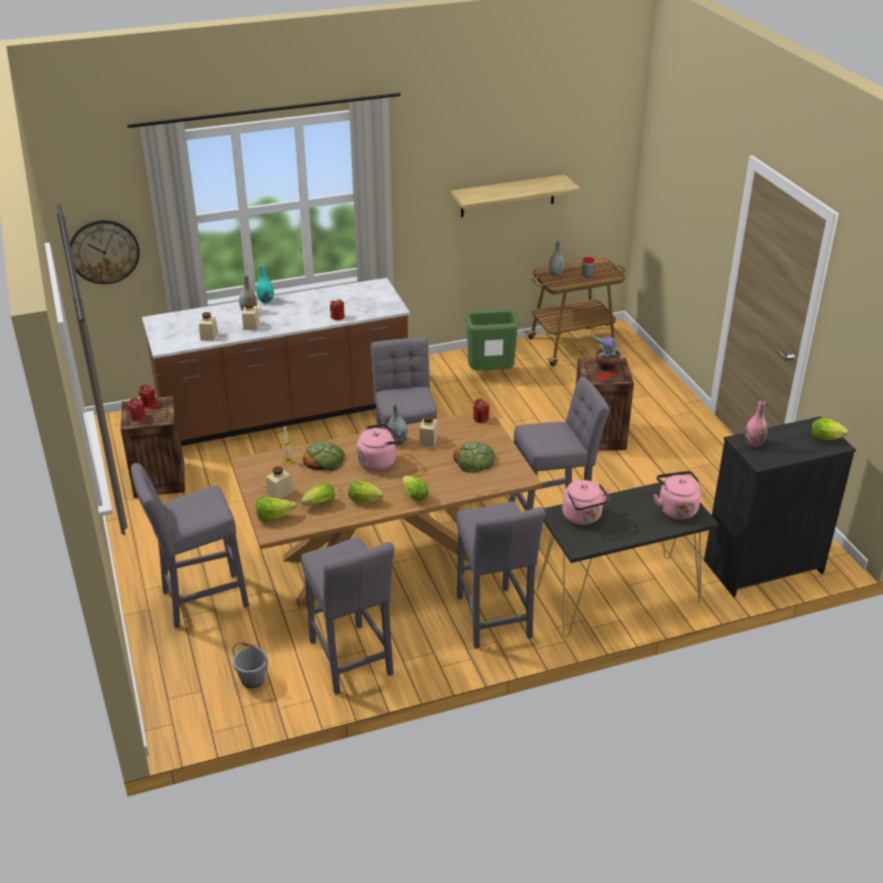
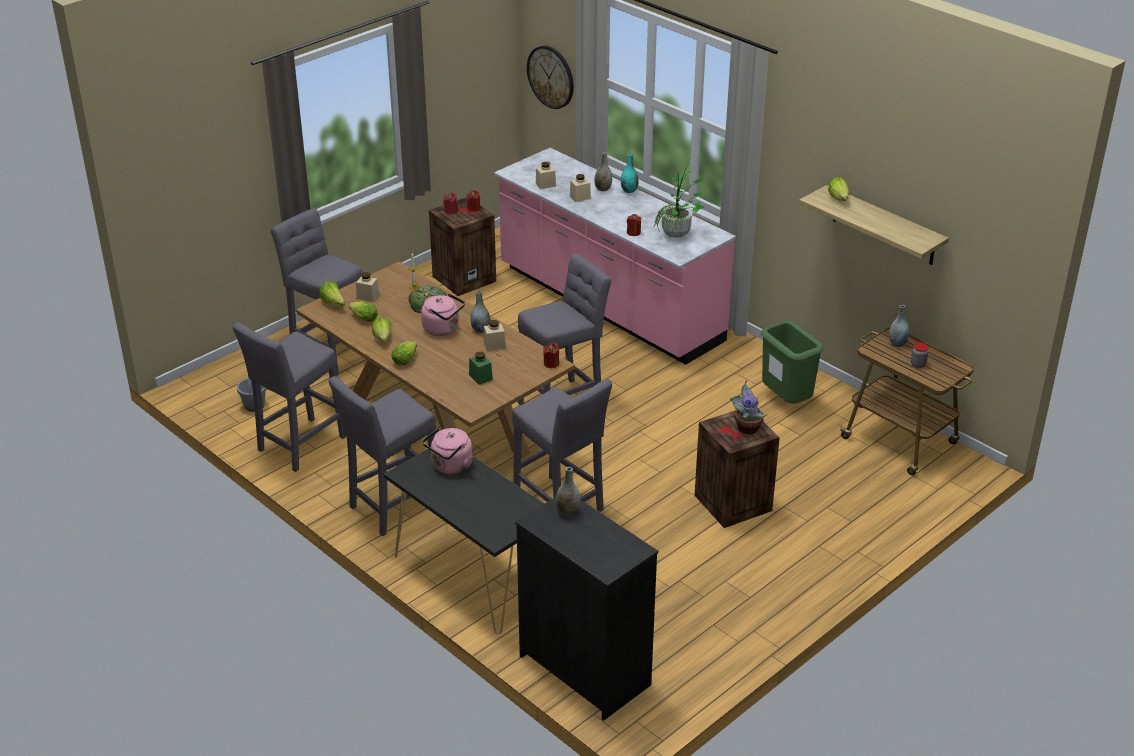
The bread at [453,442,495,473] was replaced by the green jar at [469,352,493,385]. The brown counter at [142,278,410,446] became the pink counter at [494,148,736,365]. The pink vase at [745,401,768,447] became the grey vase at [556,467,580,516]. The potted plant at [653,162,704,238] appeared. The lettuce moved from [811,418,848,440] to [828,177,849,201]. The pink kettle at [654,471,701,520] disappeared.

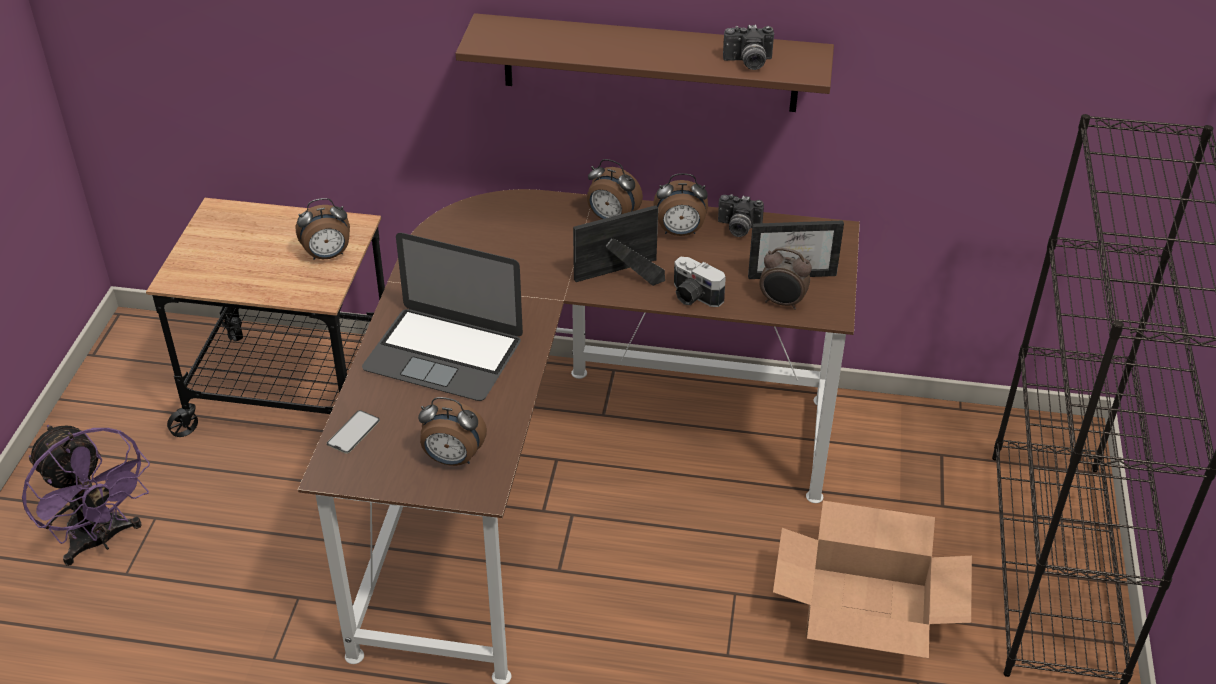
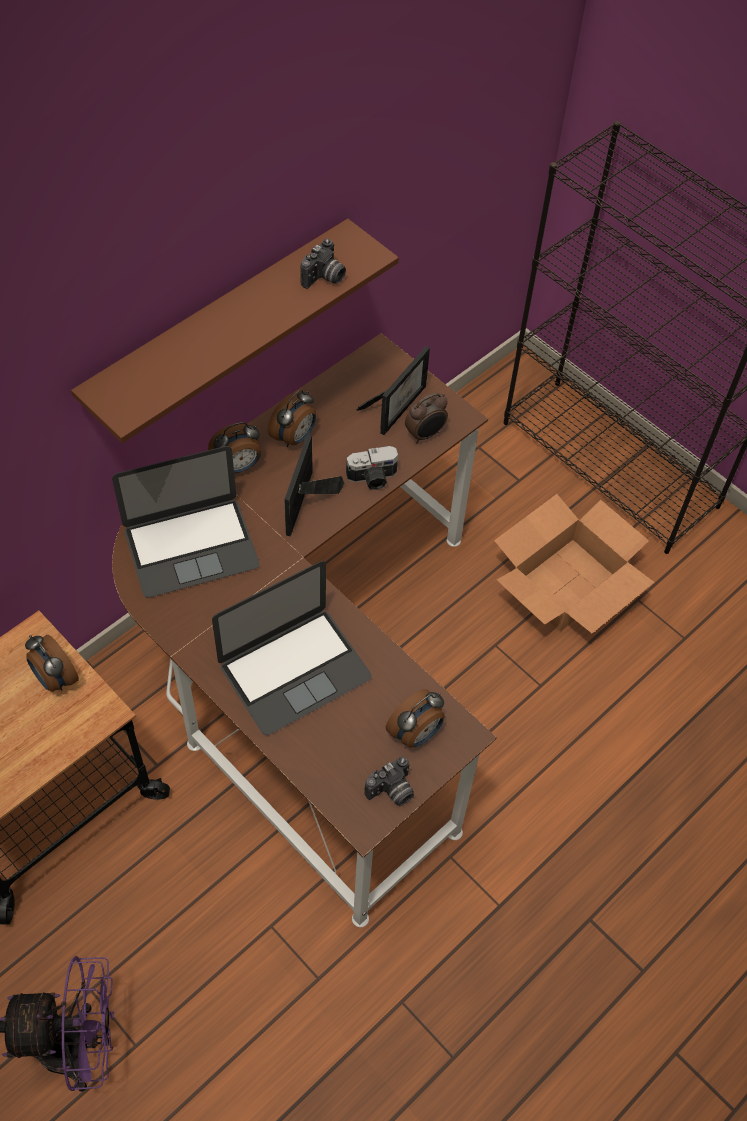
The alarm clock at [296,198,350,260] turned 120 degrees clockwise. The laptop at [112,446,260,598] appeared. The photo camera moved from [718,194,764,237] to [364,756,414,806]. The phone at [327,410,380,454] disappeared.

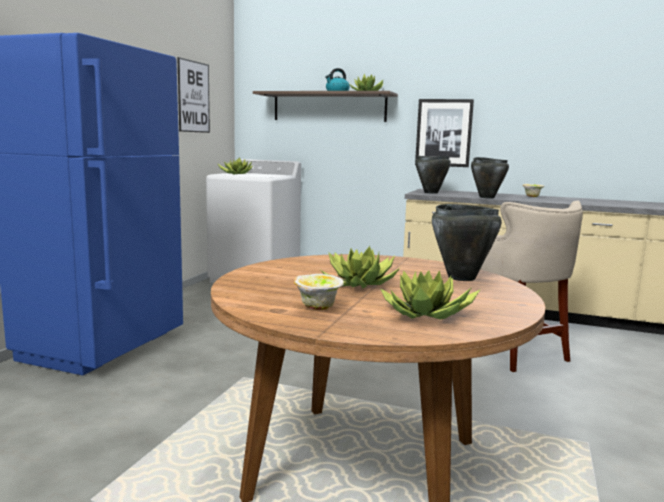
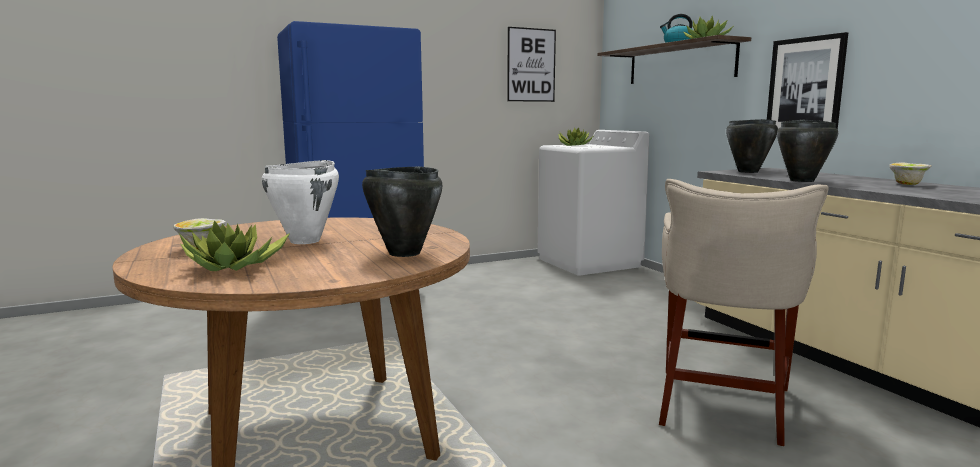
The potted plant at [321,246,400,289] was replaced by the white cooking pot at [262,160,339,244].

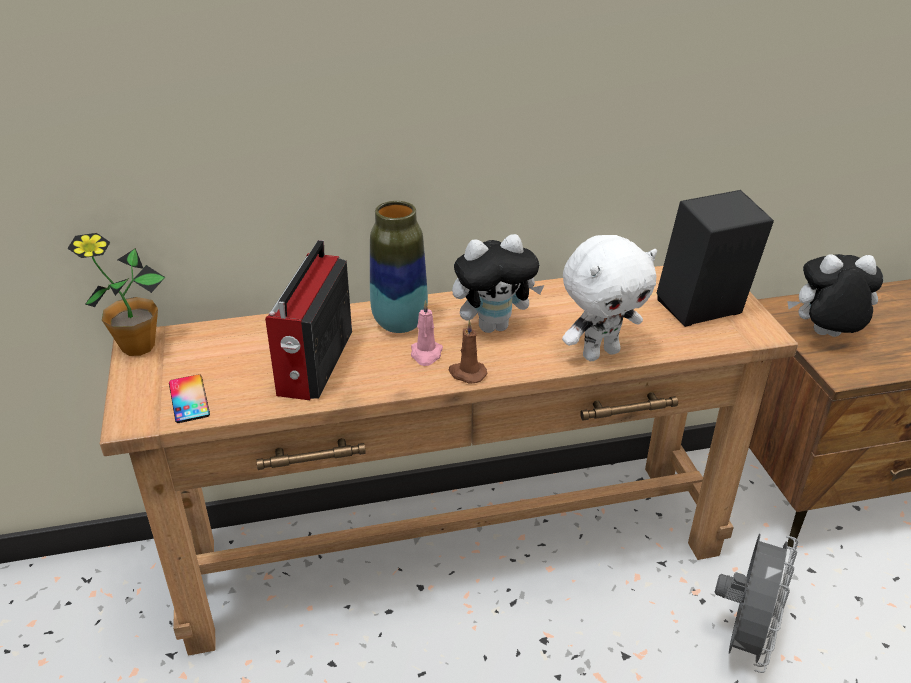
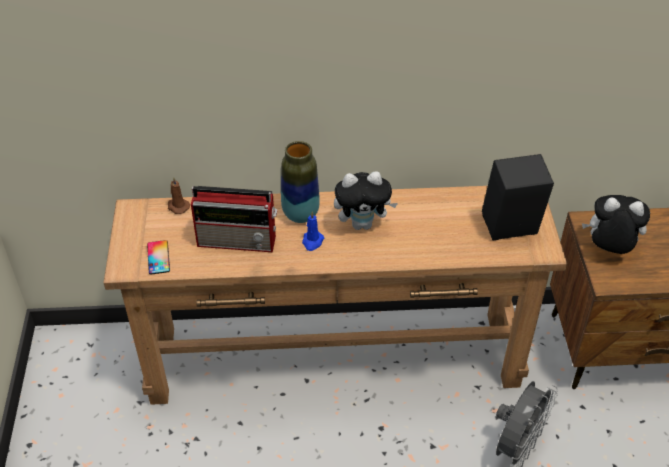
The brown candle moved from [449,320,488,384] to [168,177,190,214]. The radio at [265,240,352,400] turned 105 degrees counterclockwise. The pink candle at [411,300,443,366] became the blue candle at [302,211,324,251]. The potted plant at [67,233,165,356] disappeared. The white plush toy at [562,235,657,361] disappeared.

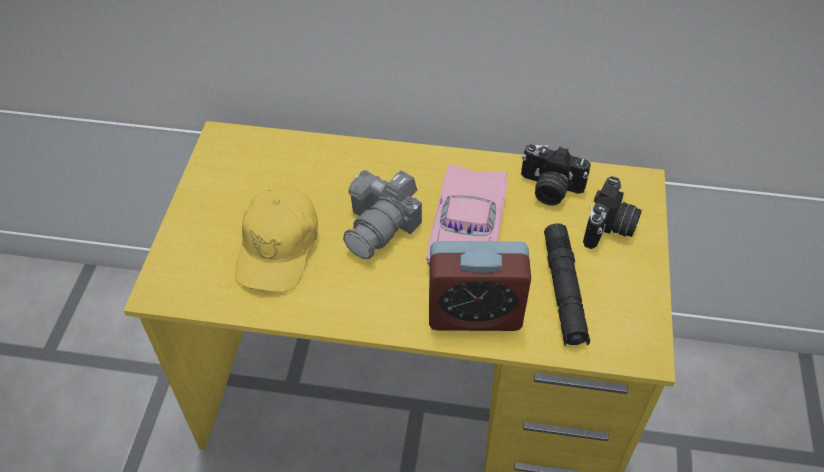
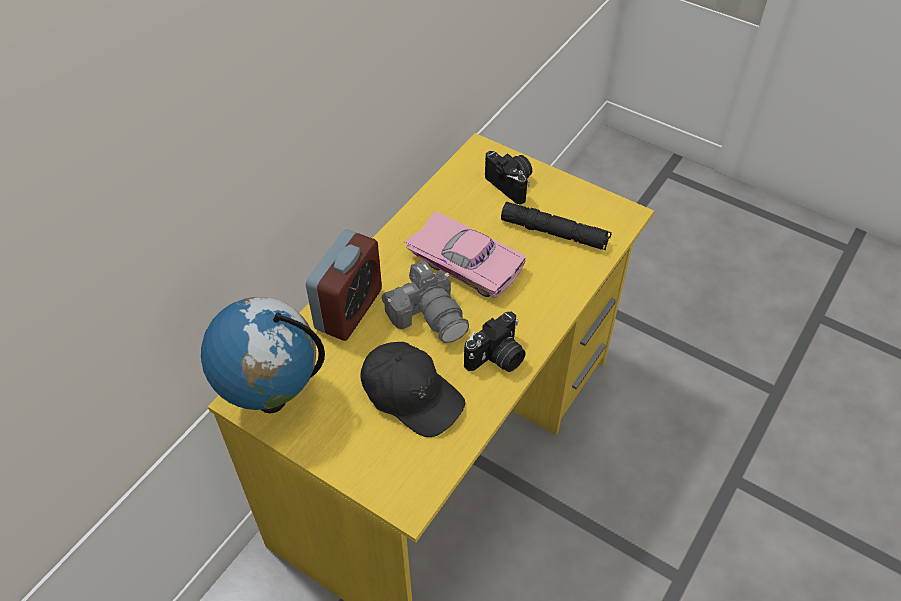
The globe at [201,297,325,414] appeared. The alarm clock moved from [429,241,531,331] to [306,229,382,341]. The yellow cap at [235,187,318,292] became the black cap at [360,342,465,437]. The photo camera moved from [521,144,591,206] to [464,312,526,372].

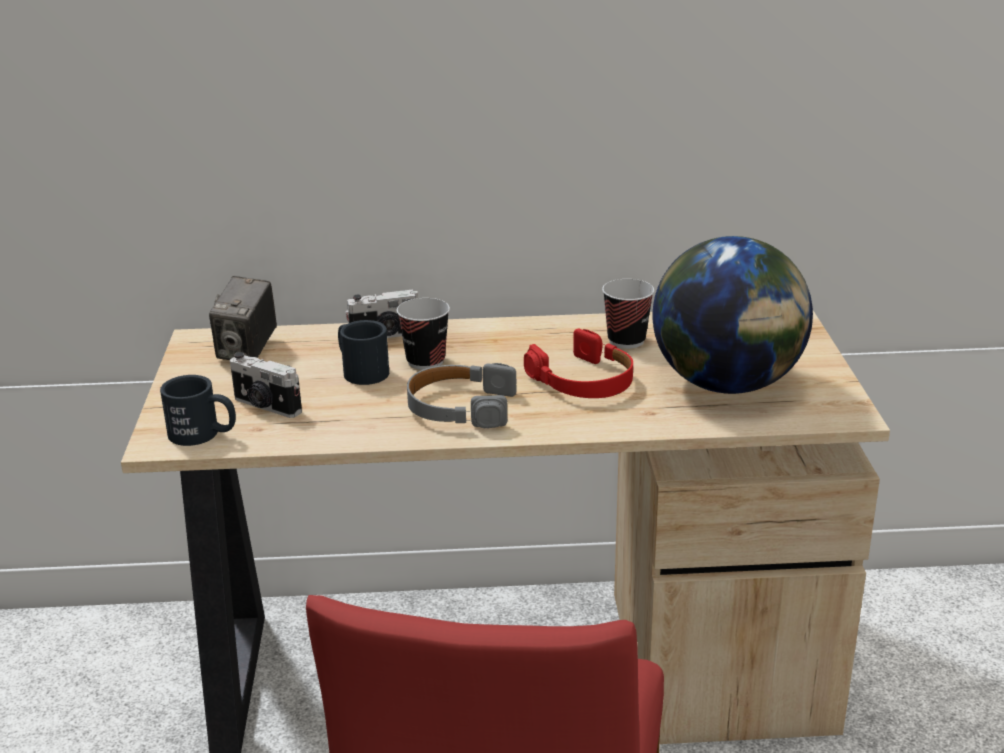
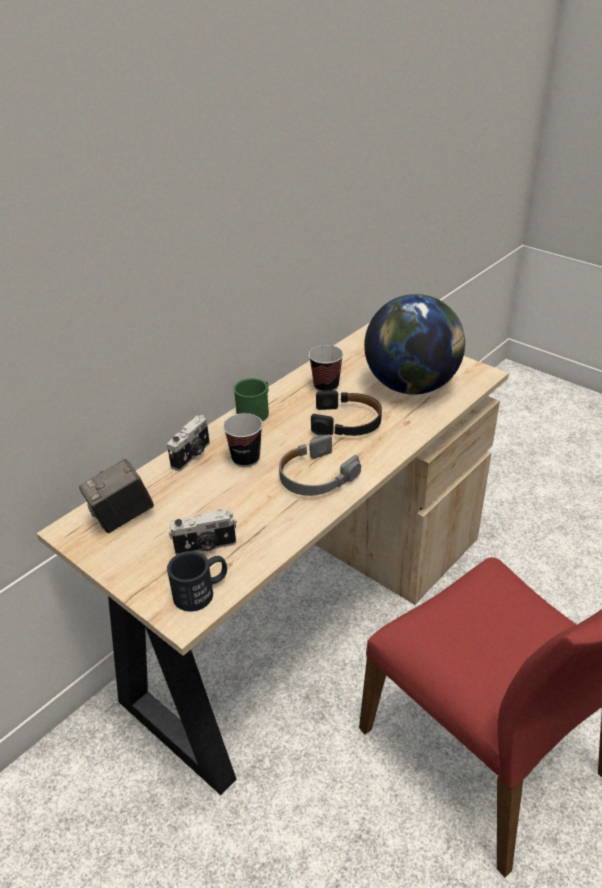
The photo camera at [209,276,277,360] turned 90 degrees clockwise. The green mug at [233,378,269,421] appeared. The red headphones at [524,329,633,398] became the black headphones at [311,390,382,436]. The black mug at [338,320,389,385] disappeared.

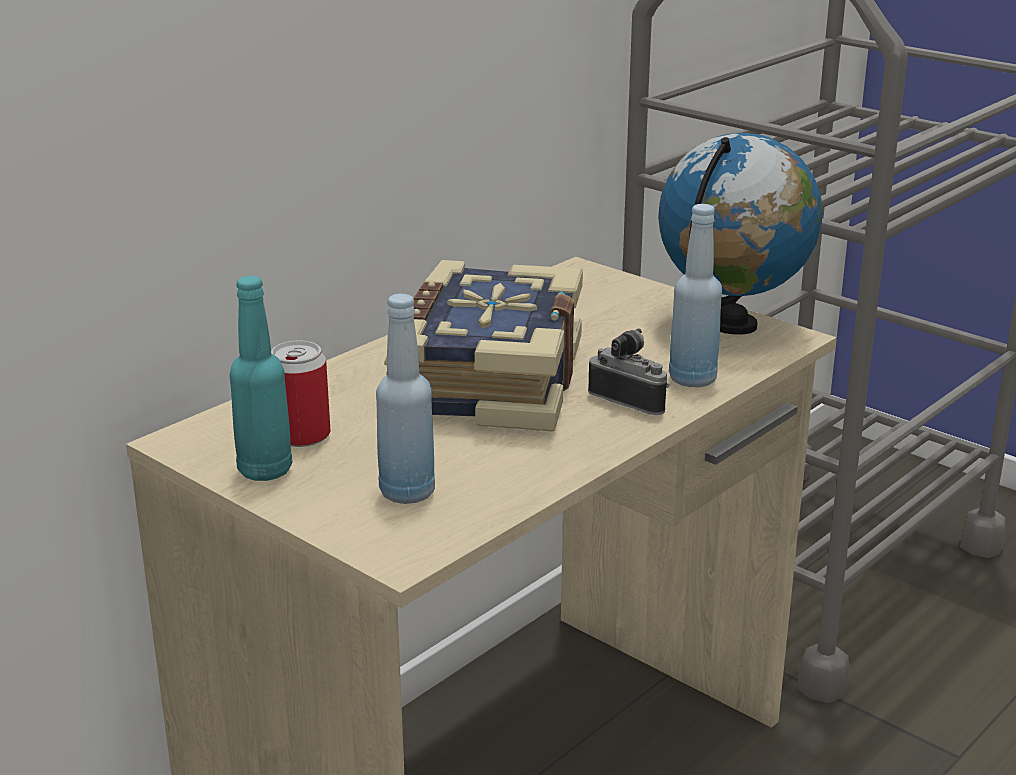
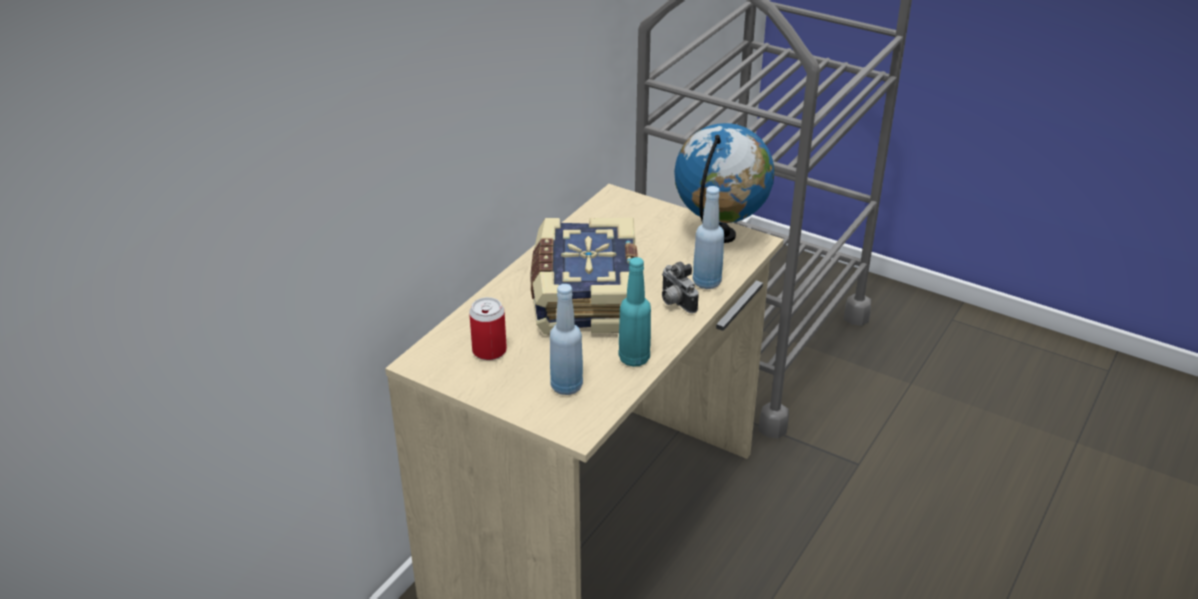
The turquoise bottle moved from [230,276,292,481] to [619,257,651,367]. The photo camera at [588,328,669,415] turned 150 degrees counterclockwise.

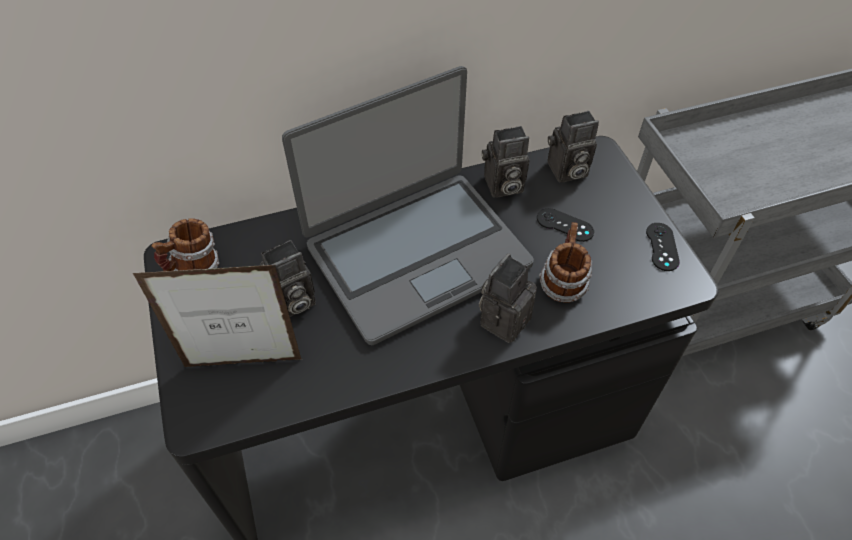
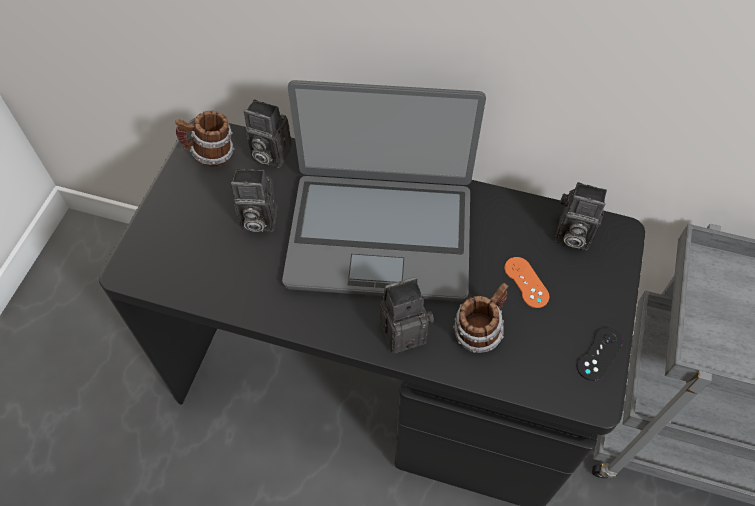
The photo camera moved from [482,126,529,198] to [244,99,292,168]. The black game controller at [537,208,594,242] became the orange game controller at [504,257,549,308]. The picture frame at [133,265,302,367] disappeared.

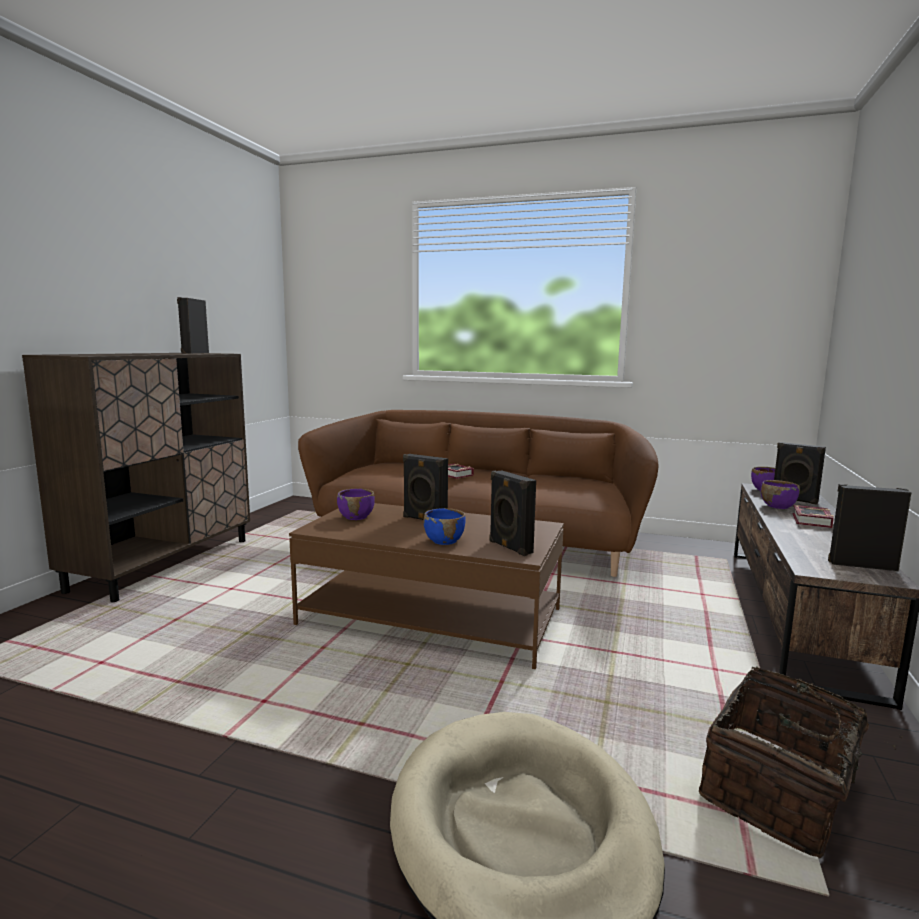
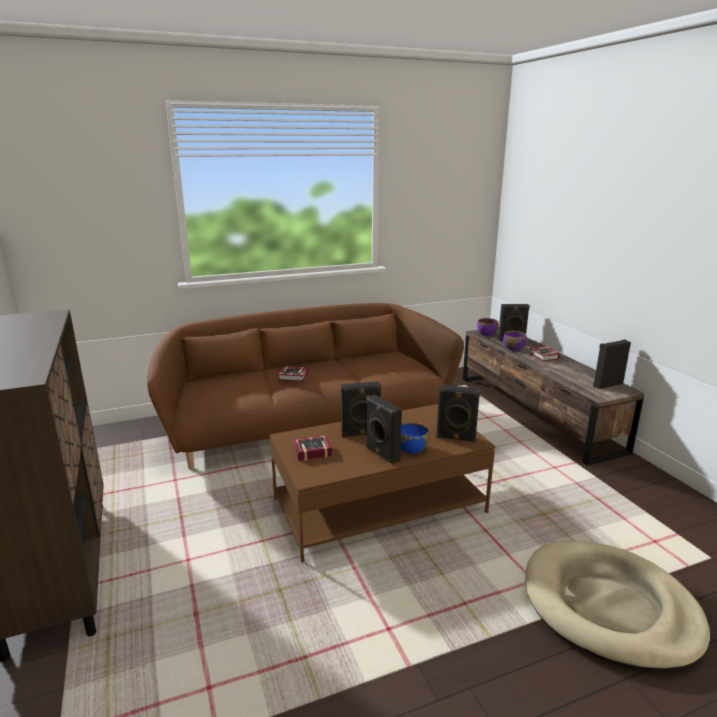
The purple bowl at [337,489,375,520] was replaced by the book at [293,435,332,461]. The black speaker moved from [177,297,209,354] to [366,395,402,465]. The basket at [699,666,902,858] disappeared.

